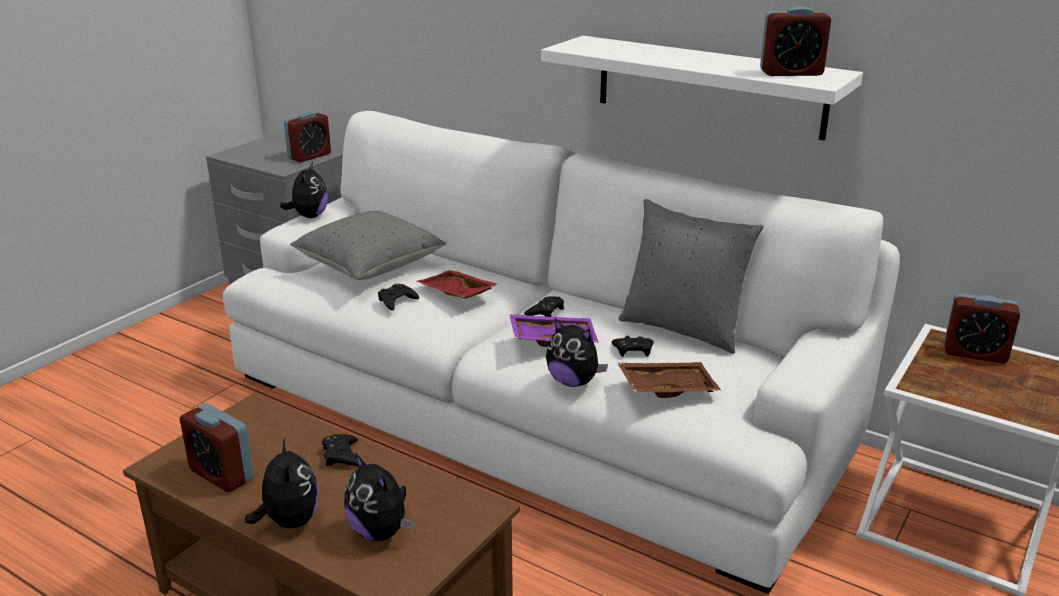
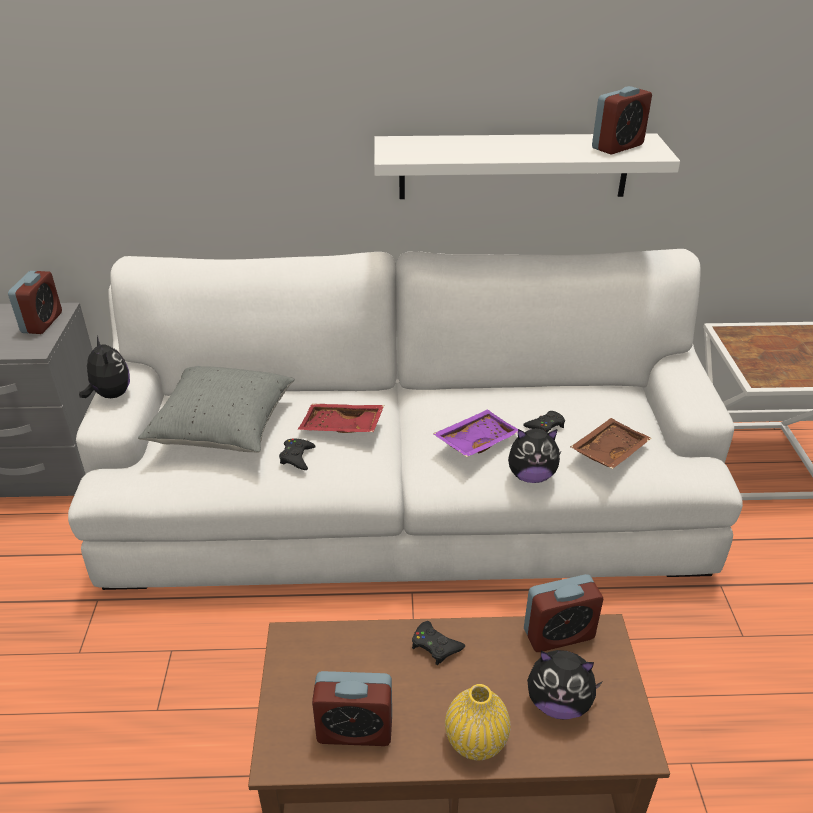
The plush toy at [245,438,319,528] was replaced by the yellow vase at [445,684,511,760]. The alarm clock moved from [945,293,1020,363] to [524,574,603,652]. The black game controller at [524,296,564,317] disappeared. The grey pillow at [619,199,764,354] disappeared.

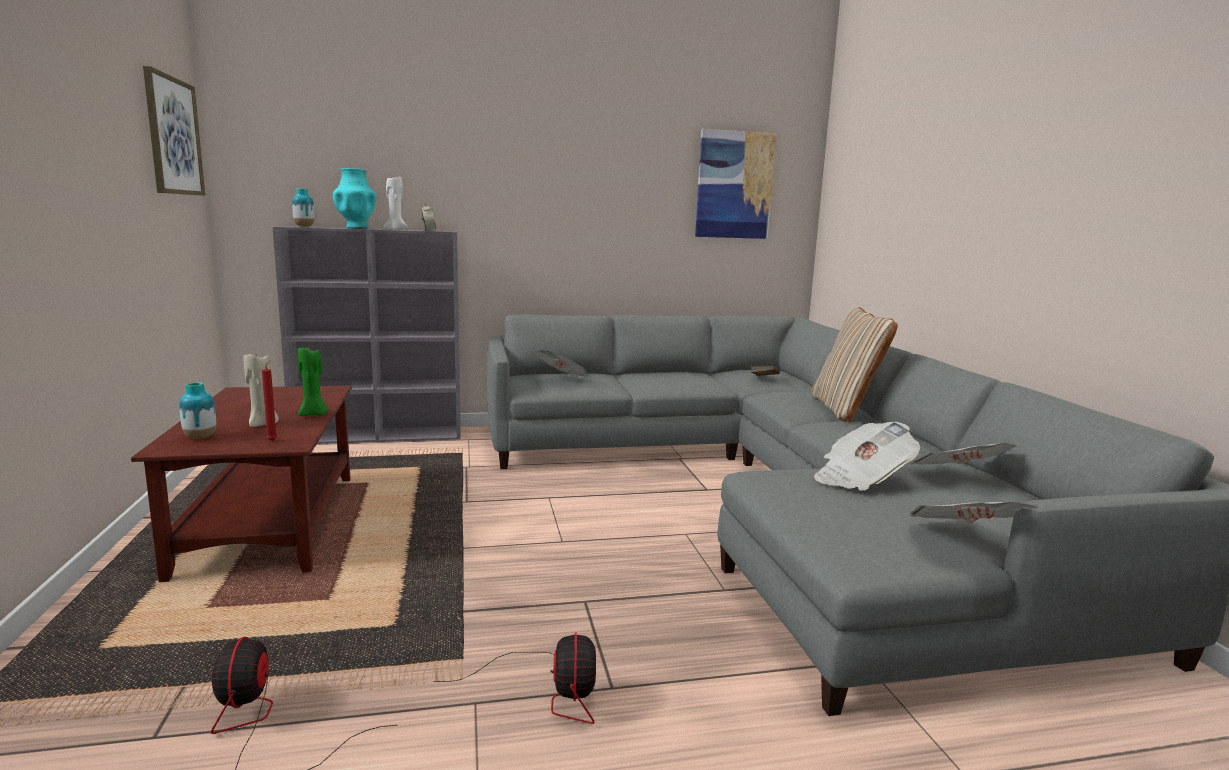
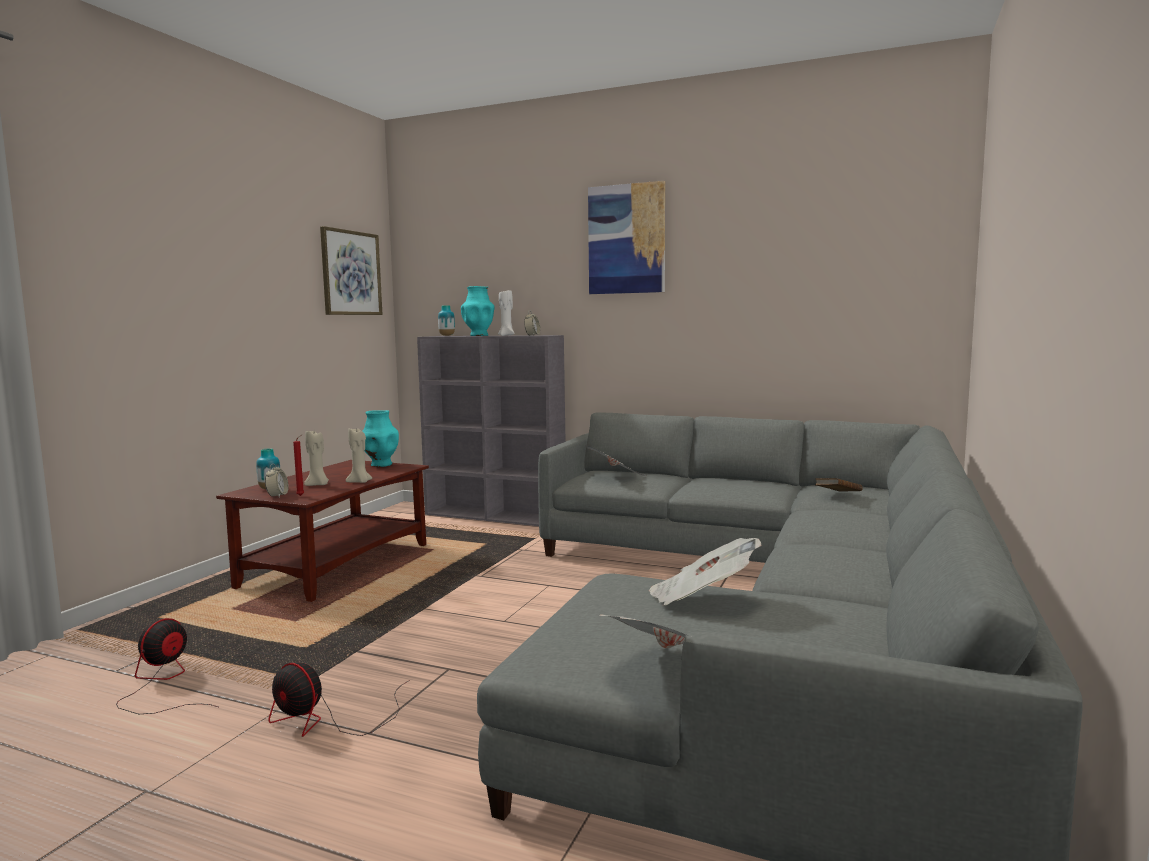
The alarm clock at [265,464,289,497] appeared. The fan at [434,632,596,724] turned 90 degrees clockwise. The green candle at [297,347,328,416] became the beige candle at [346,429,372,483]. The turquoise vase at [362,410,399,467] appeared. The picture moved from [695,129,776,239] to [588,181,665,294]. The beige pillow at [812,307,898,422] disappeared. The newspaper at [910,443,1017,465] disappeared.

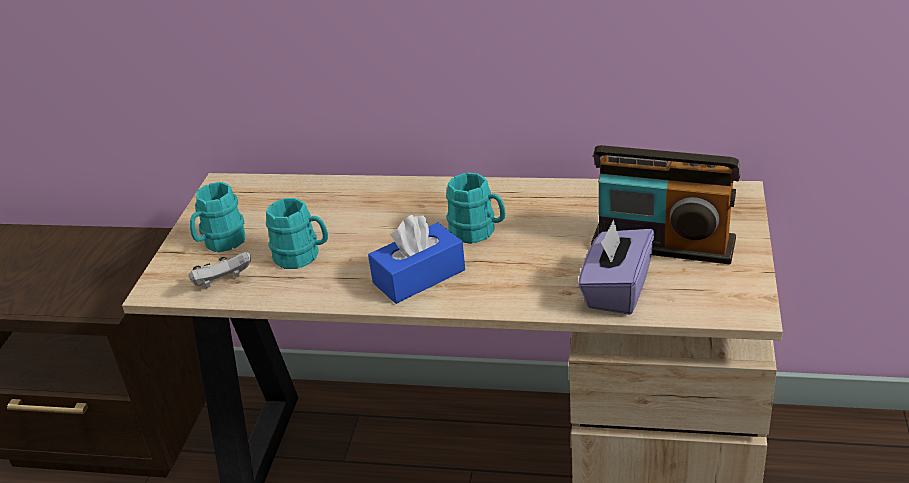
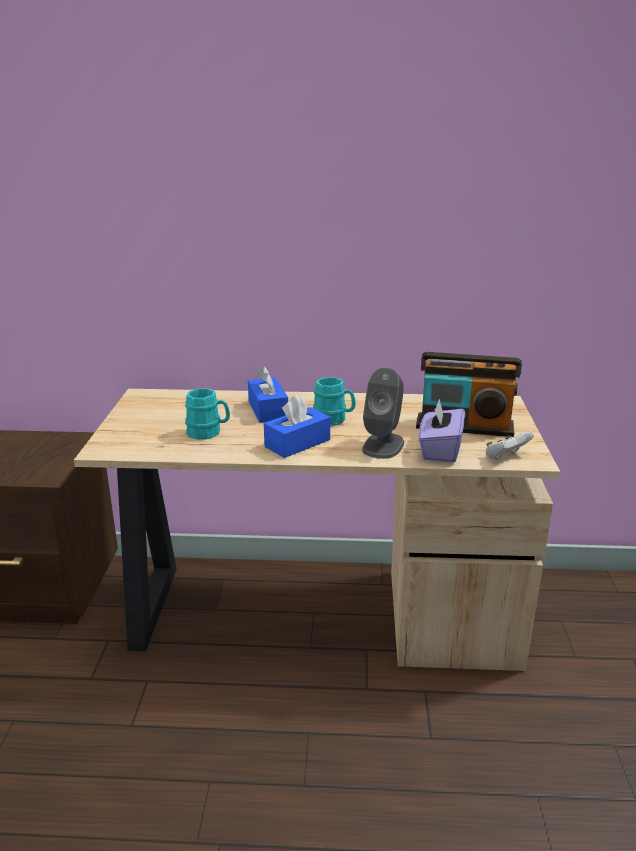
The blue tissue box at [248,366,288,423] appeared. The grey speaker at [362,367,404,459] appeared. The white game controller moved from [188,252,251,288] to [486,431,534,459]. The turquoise mug at [190,182,245,252] disappeared.

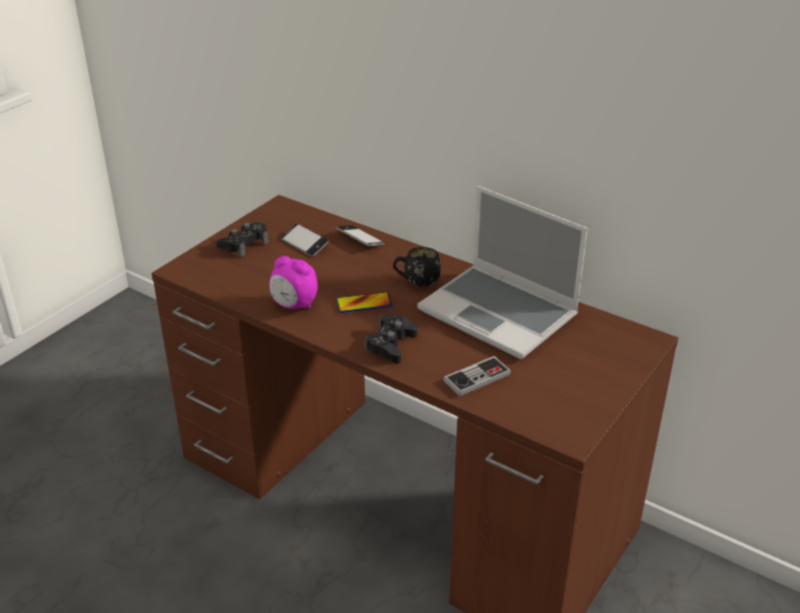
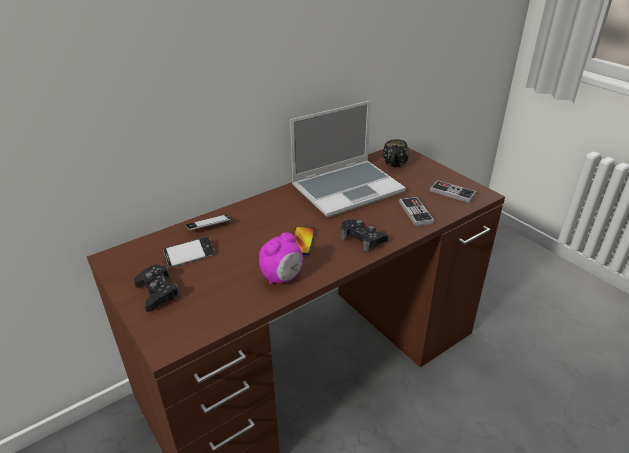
The black mug moved from [393,247,441,287] to [383,139,409,167]. The game controller at [430,180,476,203] appeared.

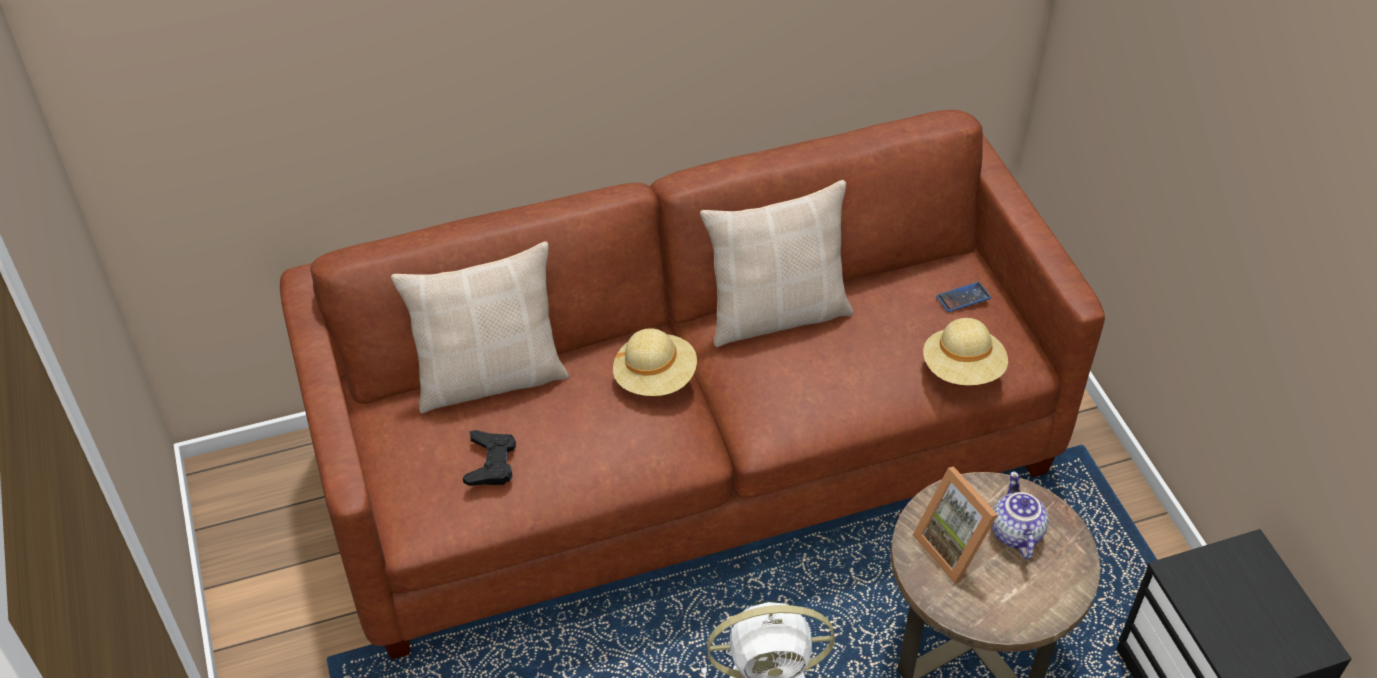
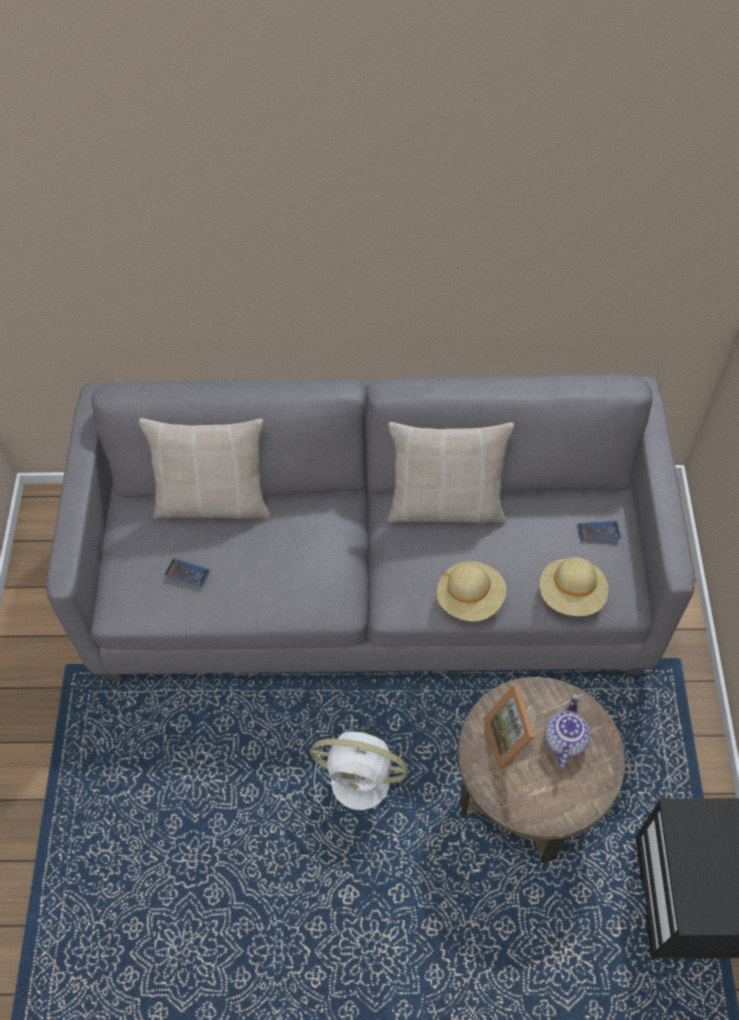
The brown sofa at [280,110,1105,660] became the grey sofa at [46,374,695,680]. The black game controller at [463,430,516,486] was replaced by the phone at [164,558,210,587]. The beige hat moved from [613,328,697,396] to [436,561,506,621].

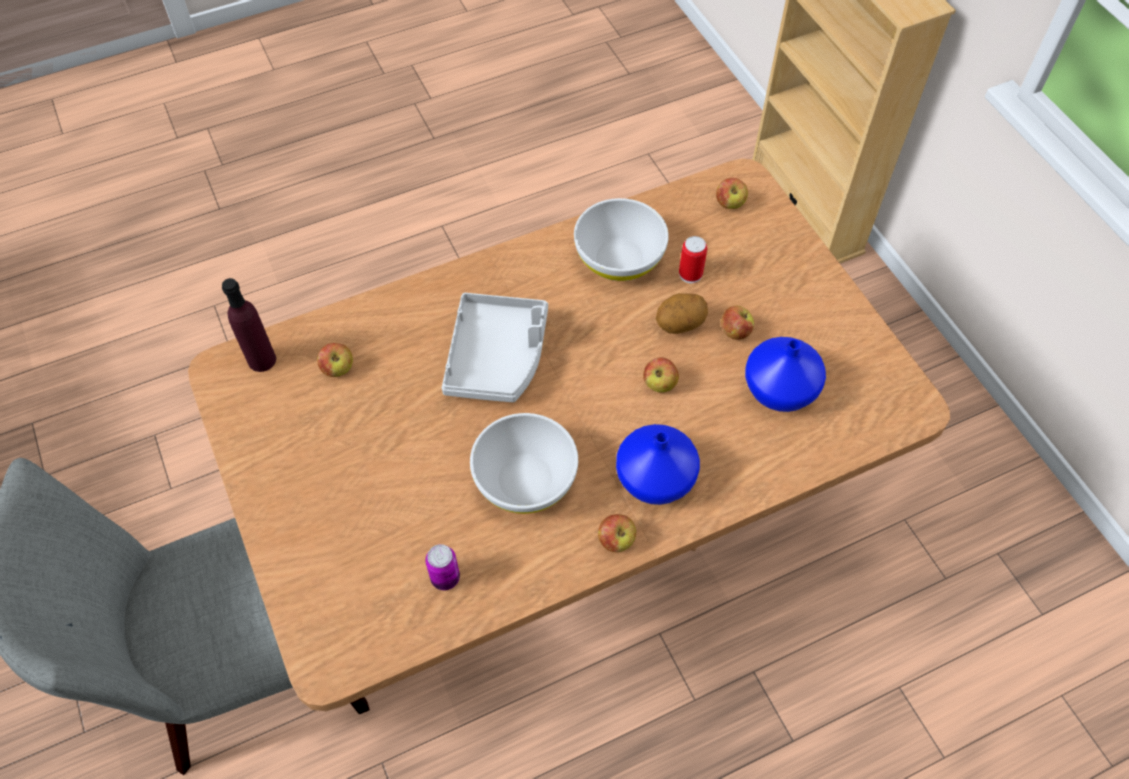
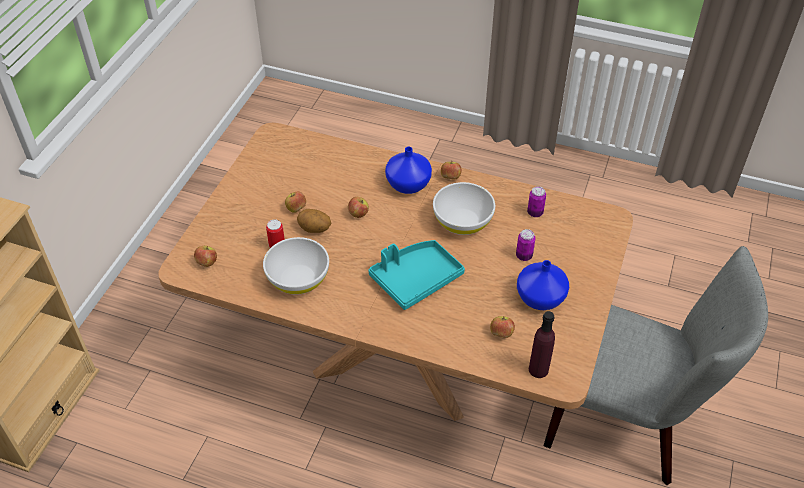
The grey tray at [442,293,548,402] became the turquoise tray at [368,240,465,310]. The can at [516,229,536,261] appeared. The blue vase moved from [745,337,826,412] to [517,260,569,310].

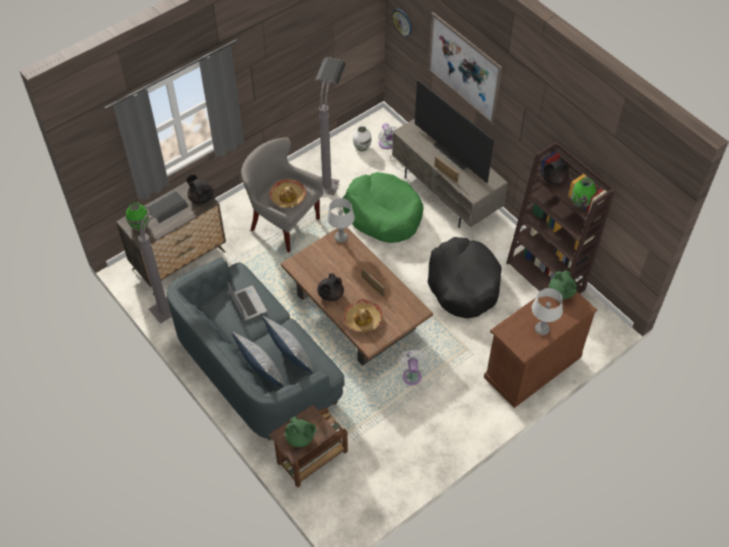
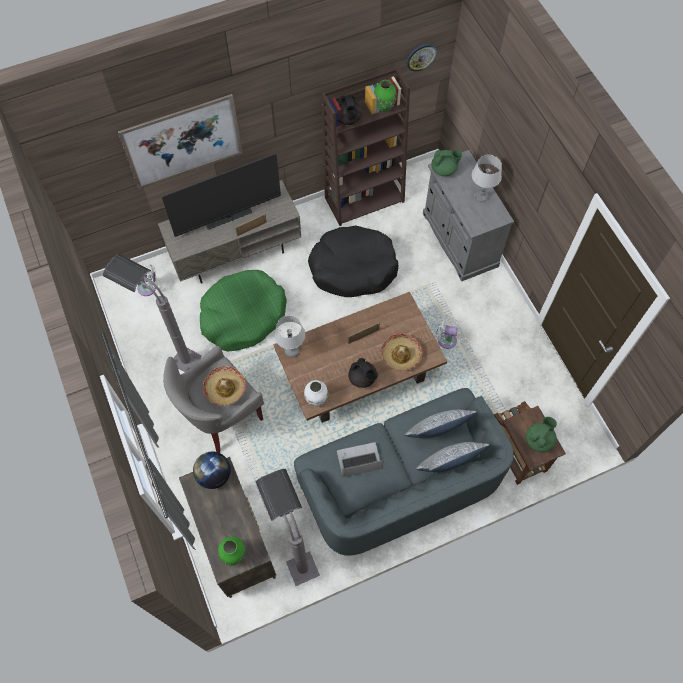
The black teapot at [186,174,214,204] was replaced by the globe at [193,452,231,489]. The white vase moved from [353,126,372,152] to [304,380,328,407]. The wall clock moved from [392,9,412,37] to [406,44,437,72]. The brown cabinet at [484,291,597,408] became the grey cabinet at [423,150,514,281].

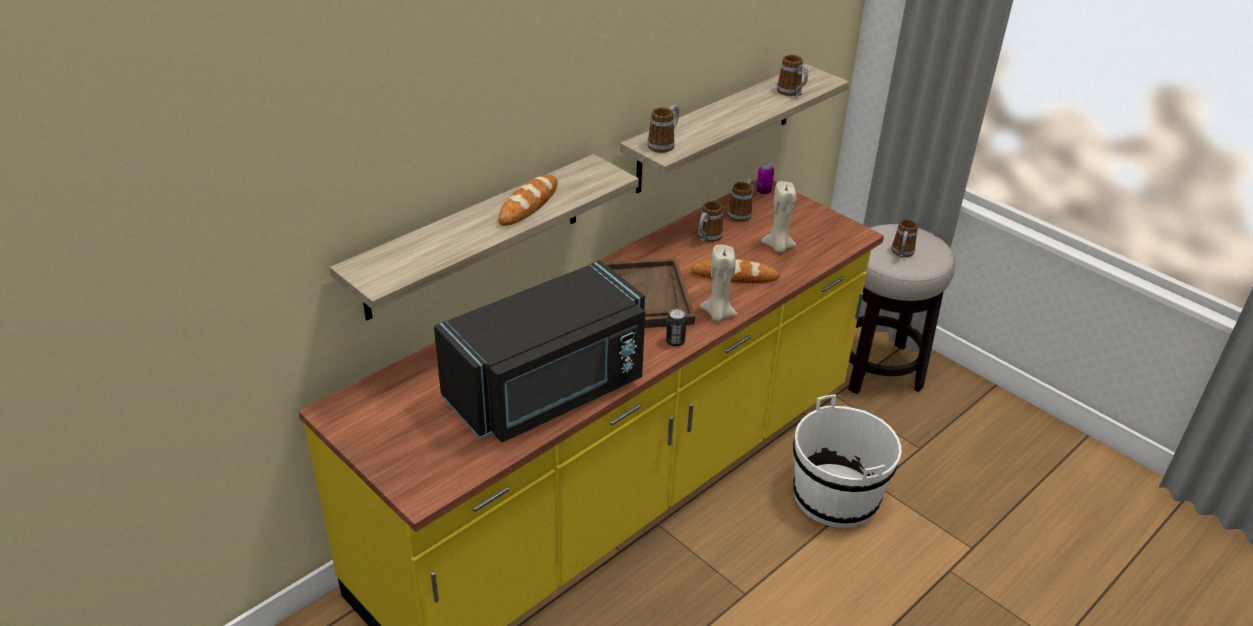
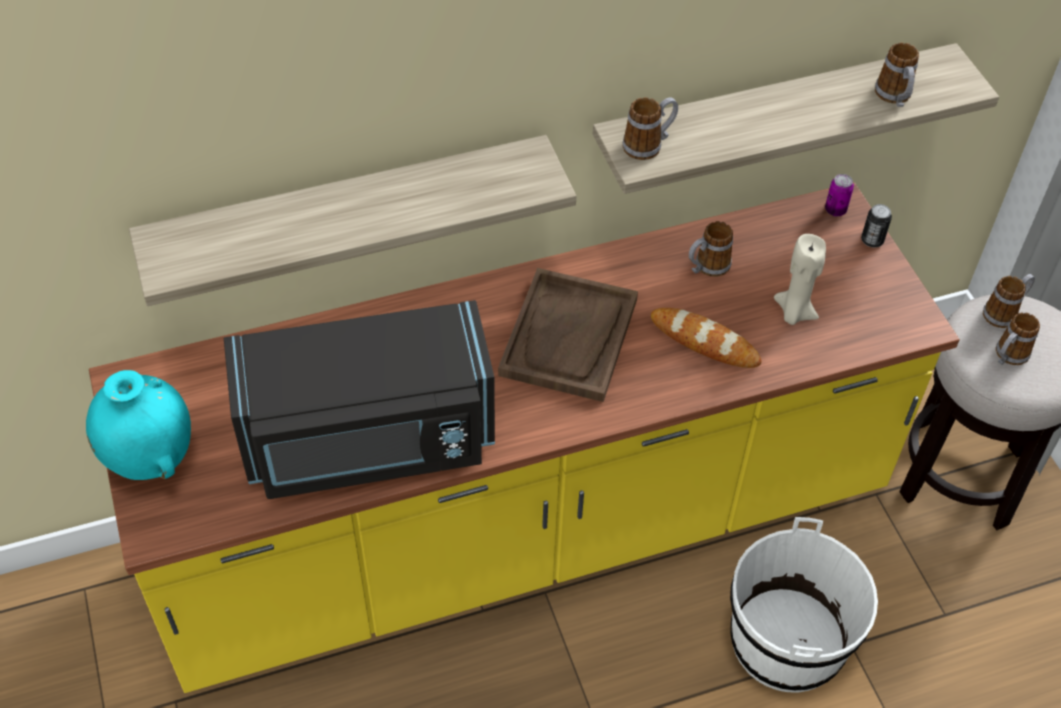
The turquoise vase at [86,370,191,480] appeared. The can moved from [666,309,687,347] to [861,204,892,247]. The mug moved from [728,179,754,222] to [983,274,1035,328]. The bread at [498,175,558,226] disappeared. The beige candle at [700,245,738,322] disappeared.

